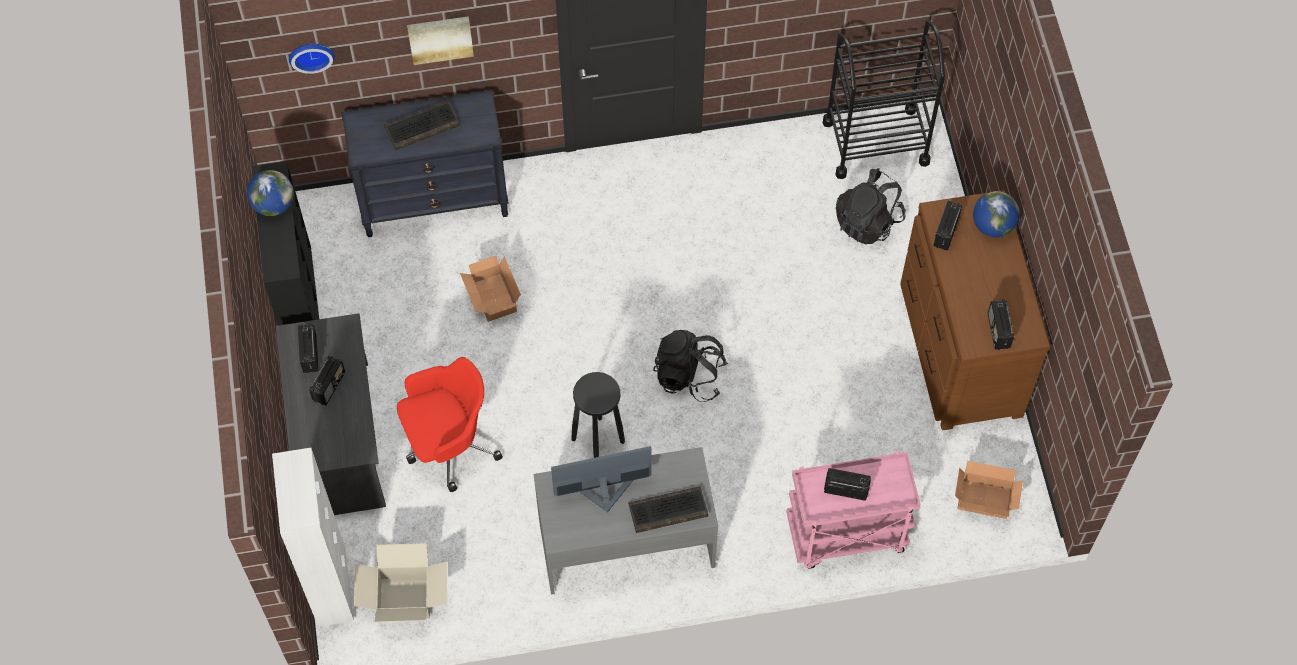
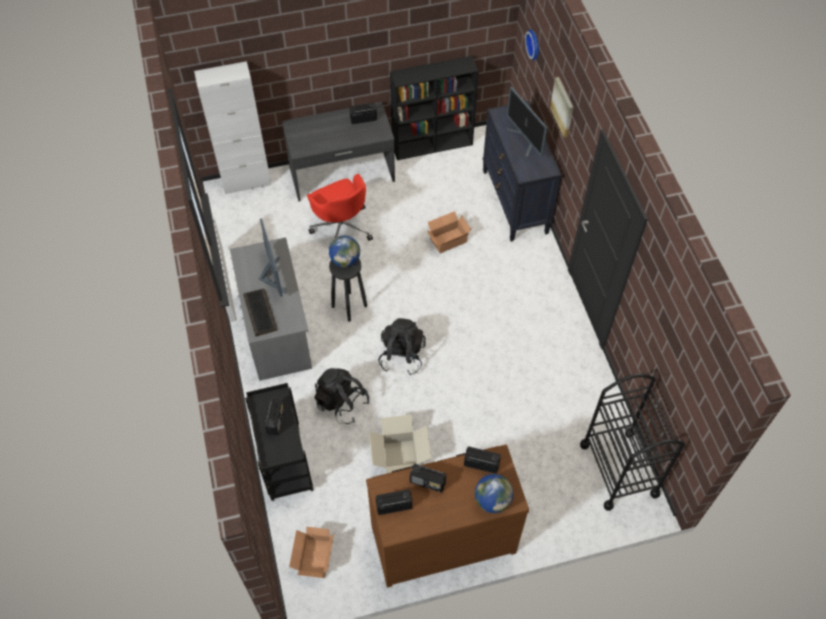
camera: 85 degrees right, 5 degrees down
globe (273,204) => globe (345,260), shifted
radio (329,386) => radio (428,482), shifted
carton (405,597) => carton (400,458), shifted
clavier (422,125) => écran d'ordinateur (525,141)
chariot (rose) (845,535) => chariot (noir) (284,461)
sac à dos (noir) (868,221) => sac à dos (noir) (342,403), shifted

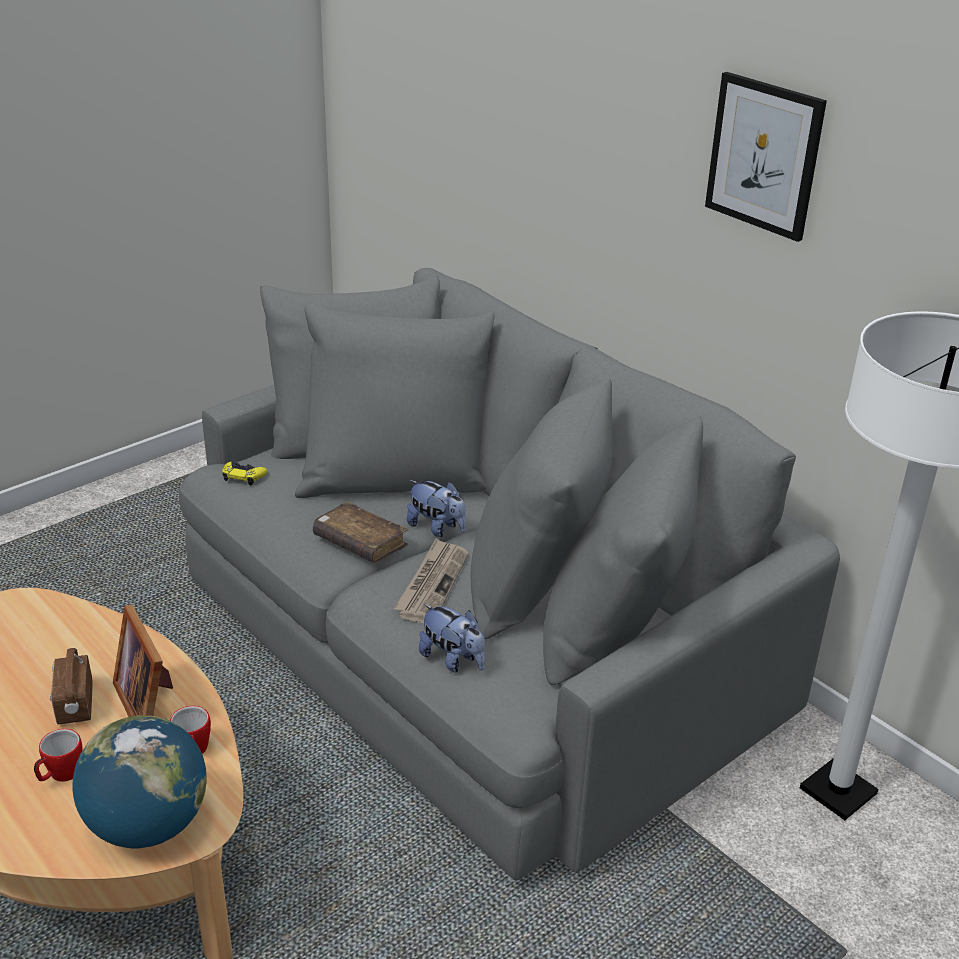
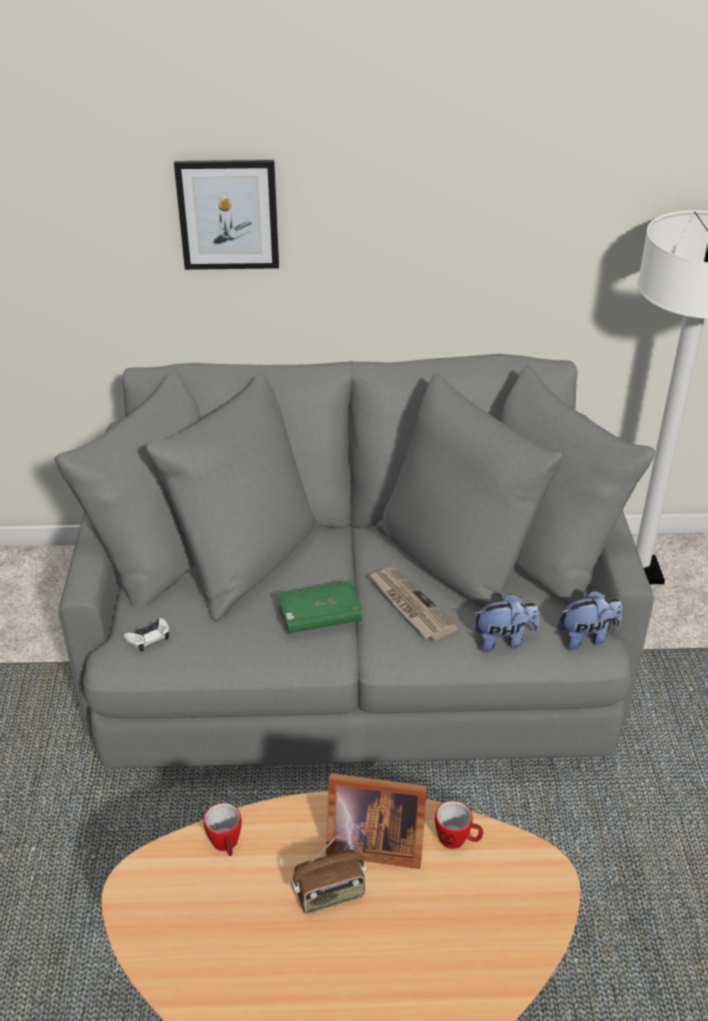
camera: 50 degrees left, 5 degrees up
mug (60,775) => mug (226,845), shifted
radio (74,705) => radio (330,895), 45 degrees counterclockwise
globe (148,825) => nothing
manette (jaune) (243,476) => manette (blanc) (148,637)
livre (marron) (360,543) => livre (vert) (319,616)
peluche (437,528) => peluche (586,637), shifted
tableau (764,155) => tableau (228,215), shifted

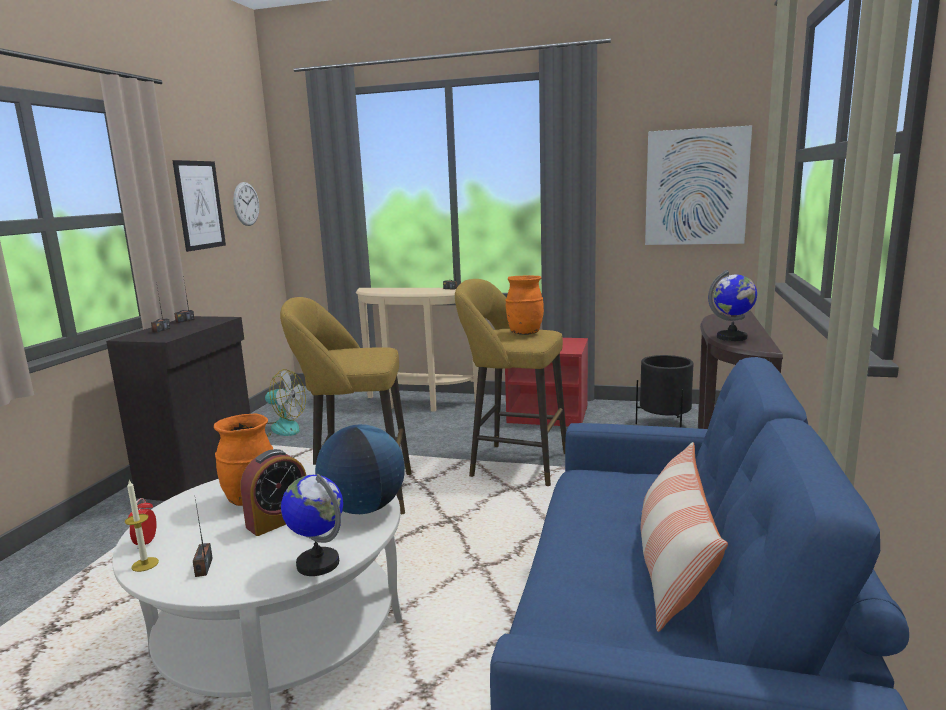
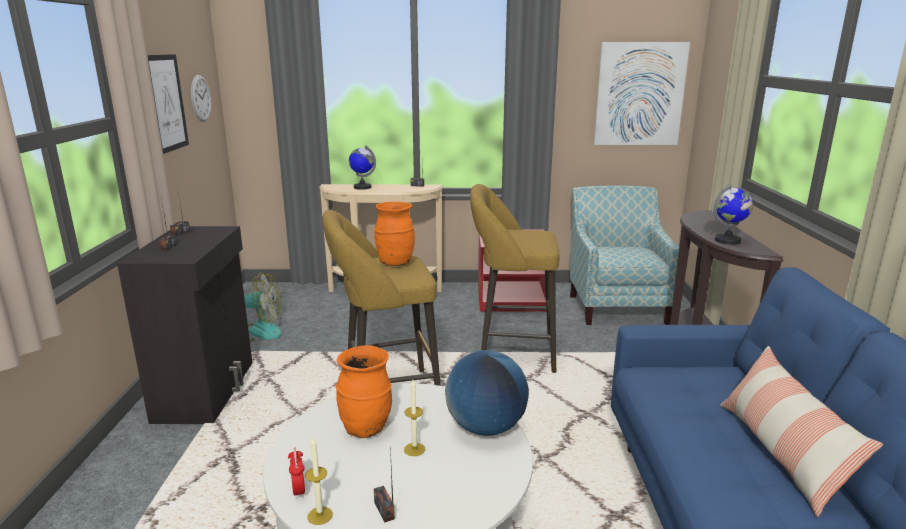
camera: 15 degrees left, 5 degrees up
réveil (278,520) => bougie (414,449)
globe (318,563) => globe (362,187), shifted
vase (orange) (524,333) => vase (orange) (395,263), shifted
cache-pot (noir) (664,425) => fauteuil (615,305)

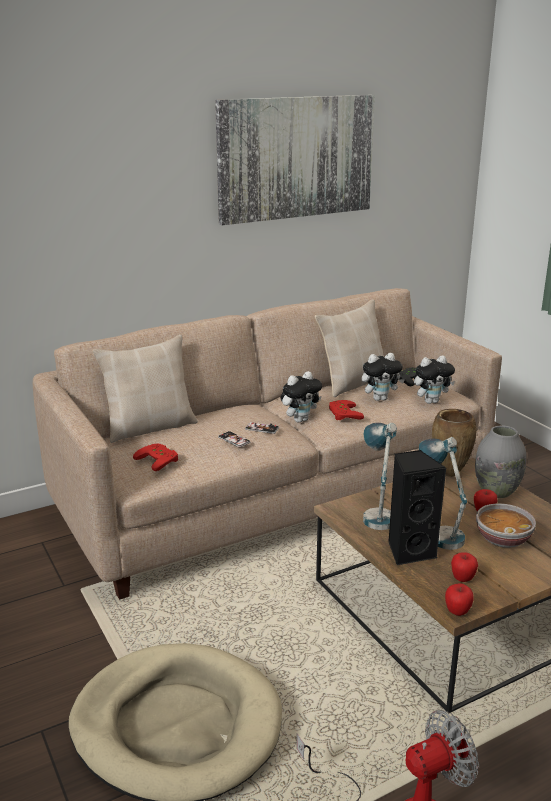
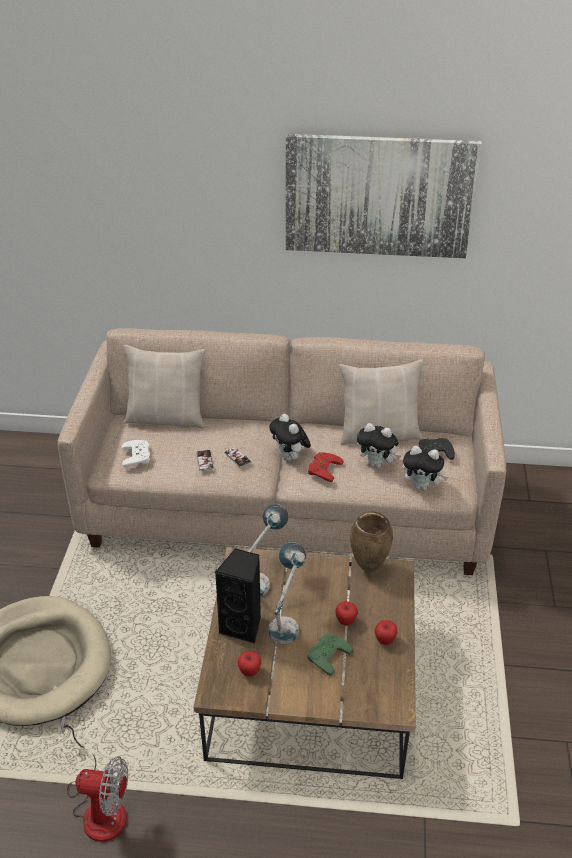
camera: 35 degrees right, 15 degrees up
manette (rouge) (159,459) => manette (blanc) (138,455)
peluche (300,419) => peluche (290,457), 60 degrees clockwise
pomme (457,612) => pomme (385,640), shifted
vase (gris) (496,491) => nothing
bol (502,539) => manette (vert) (326,654)

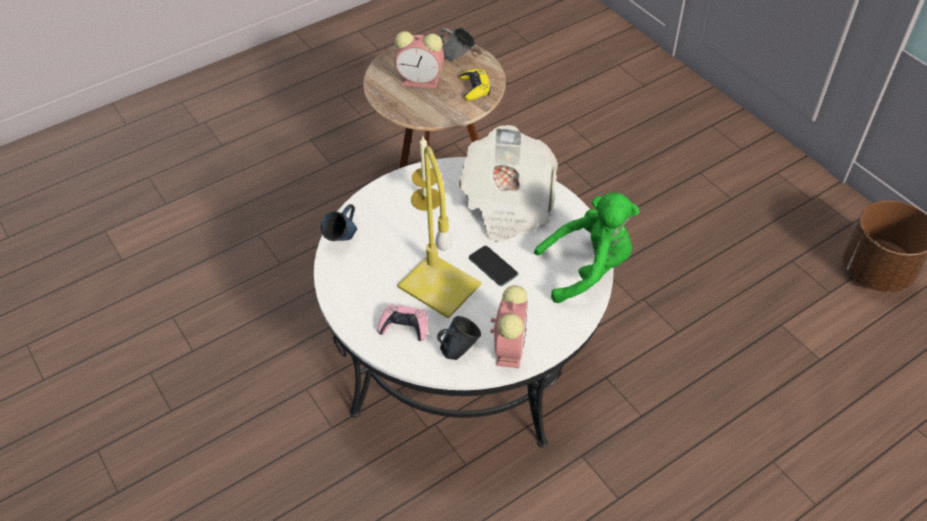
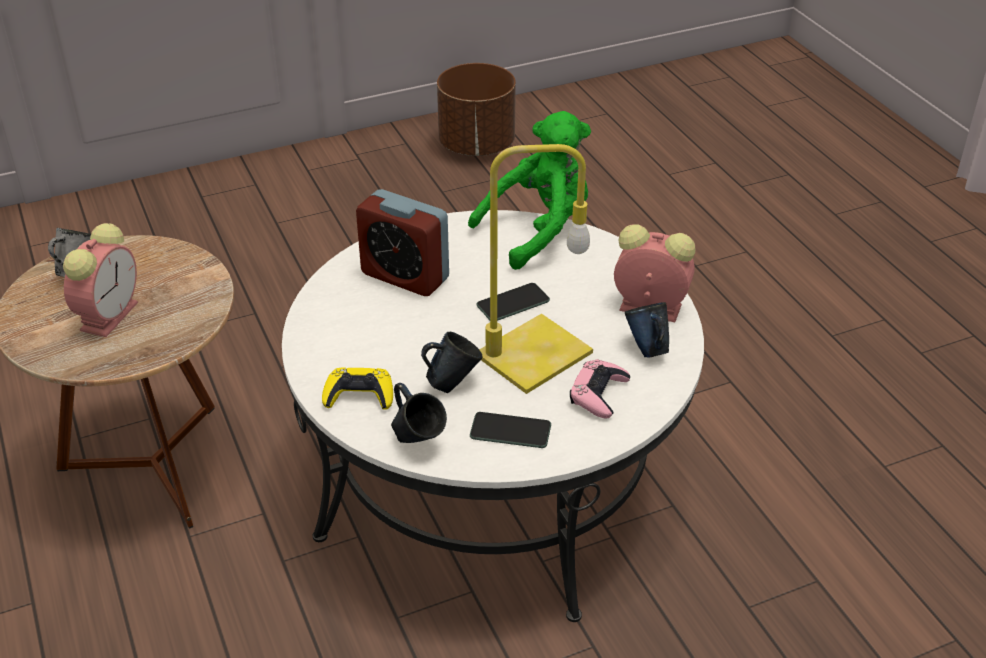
camera: 80 degrees left, 10 degrees down
bougie (426,199) => nothing
journal (507,204) => réveil (405,276)
manette (jaune) (475,88) => manette (jaune) (359,395), shifted
peluche (vert) (588,269) => peluche (vert) (538,230), 60 degrees clockwise
nothing => mug (bleu) (452,383)
nothing => téléphone (510,431)

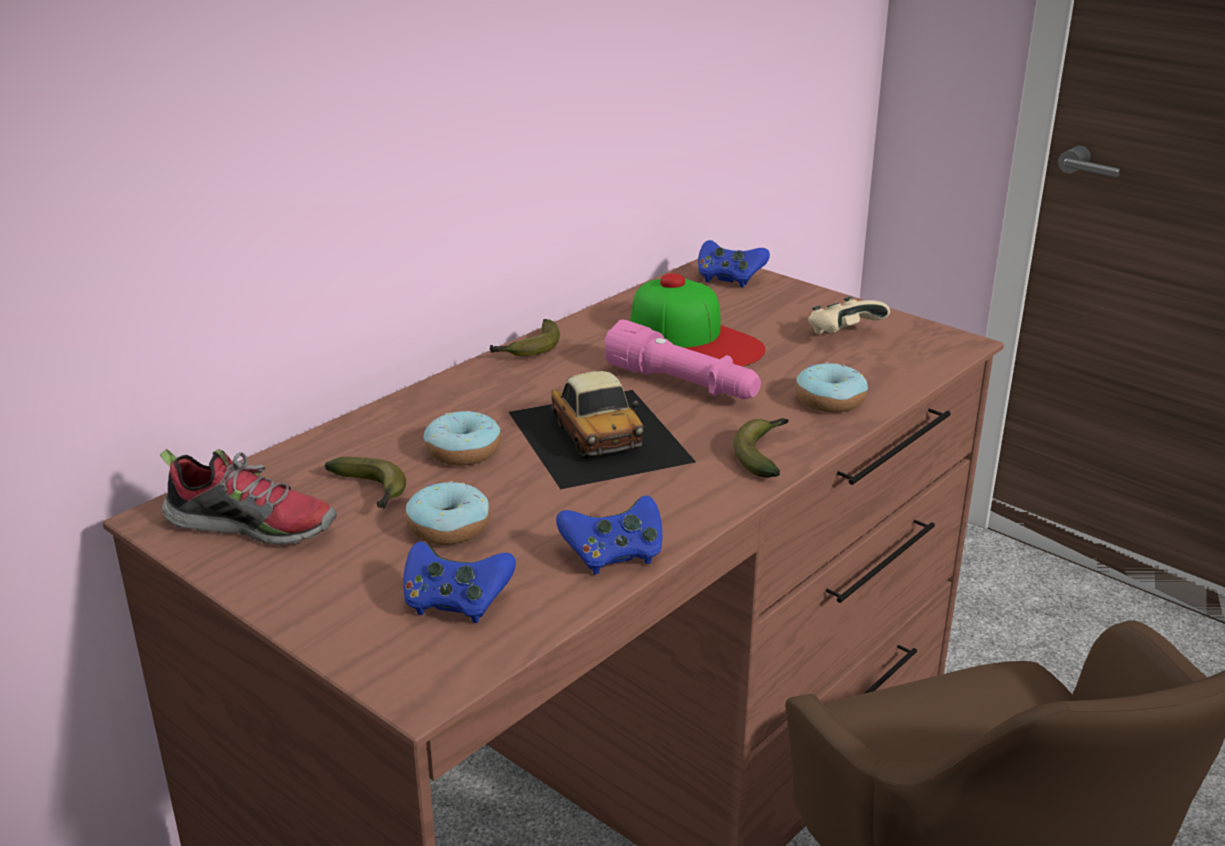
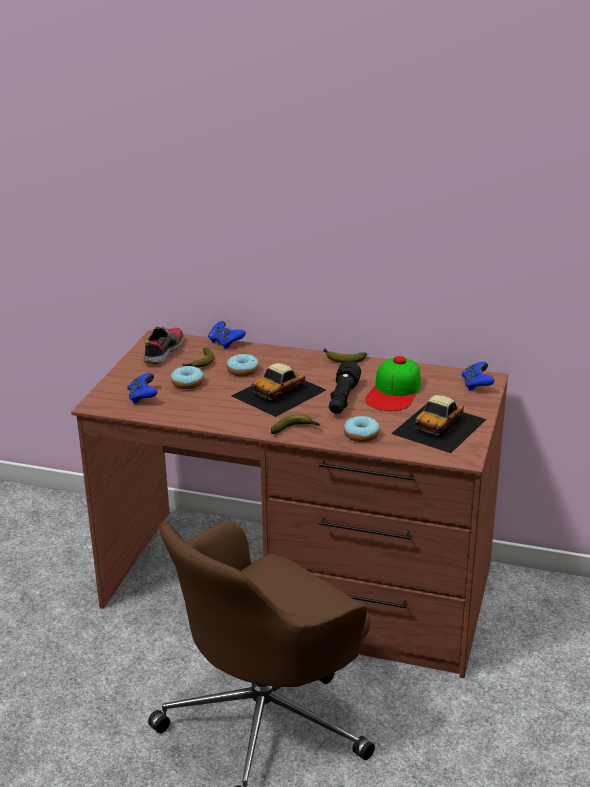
camera: 65 degrees right, 0 degrees up
chaussure (253,526) => chaussure (163,352), 150 degrees counterclockwise
manette (bleu) (613,556) => manette (bleu) (225,343), shifted
lampe de poche (rose) (683,385) => lampe de poche (noir) (342,399)
manette (beige) (843,334) => petite voiture (440,426)

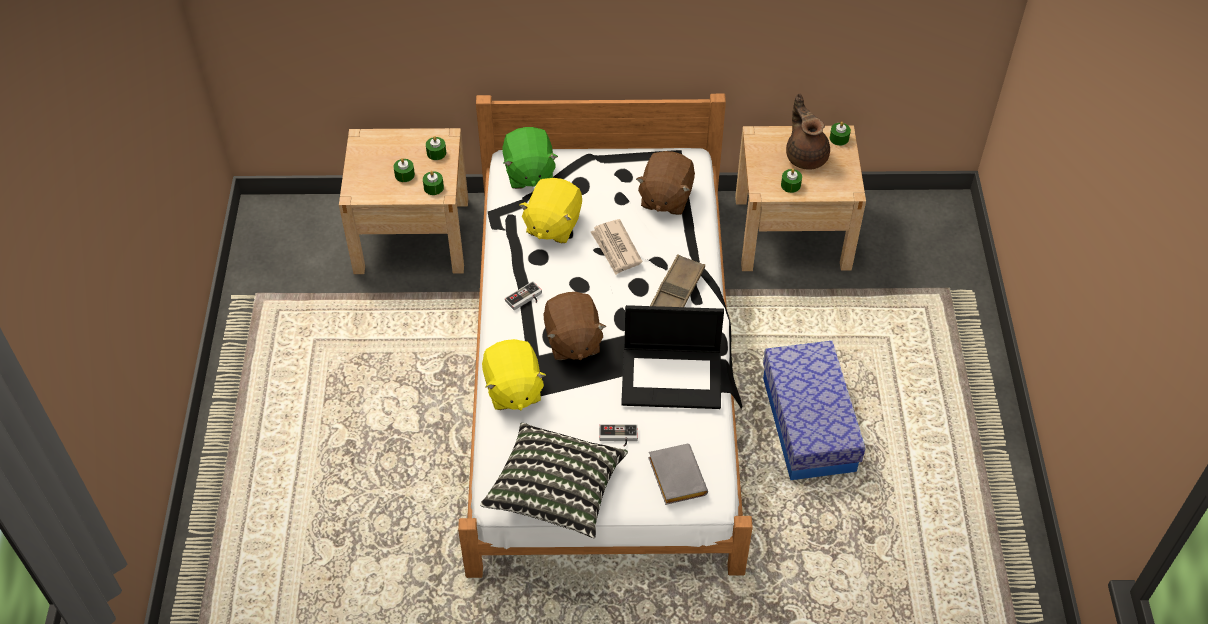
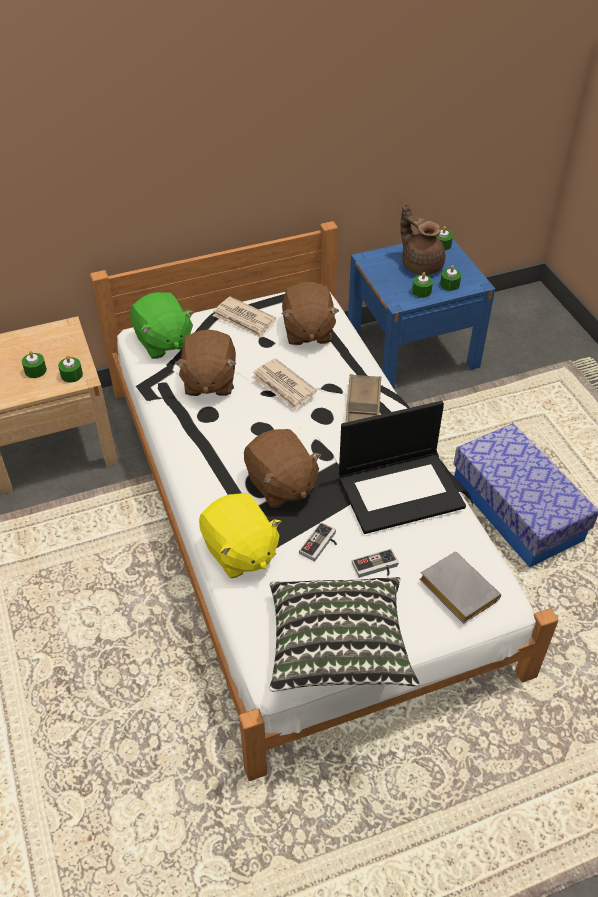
camera: 20 degrees left, 5 degrees down
bougie (vert) (436,153) => bougie (vert) (449,284), shifted
manette (525,299) => manette (321,545), shifted
peluche (jaune) (552,225) => peluche (marron) (208,381)
table de chevet (beige) (792,232) => table de chevet (bleu) (412,350)
nothing => journal (244,319)

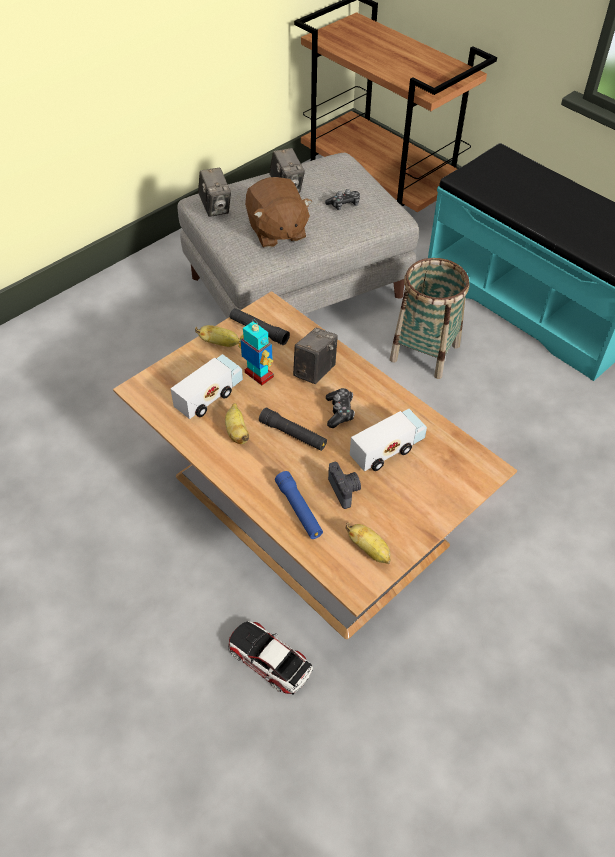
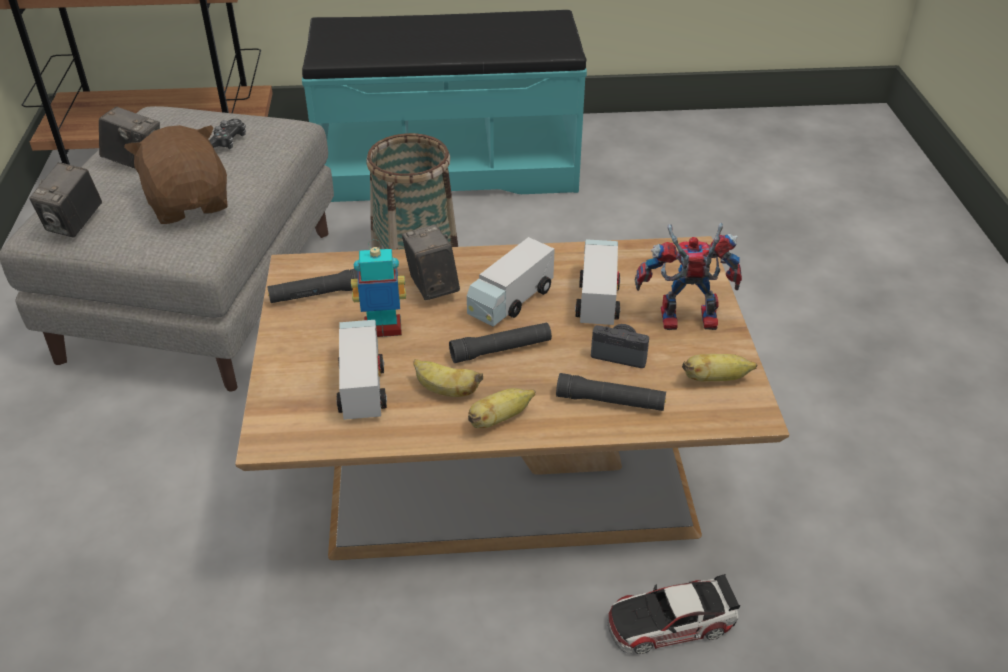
camera: 50 degrees left, 10 degrees down
banane (220,343) => banane (499,419), shifted
appareil photo (215,207) => appareil photo (75,224), 90 degrees clockwise
peluche (marron) (276,232) => peluche (marron) (189,203), 135 degrees counterclockwise
lampe de poche (bleu) (299,510) => lampe de poche (noir) (610,401)
manette (339,412) => camion jouet (510,301)
nothing => robot jouet (683,322)

